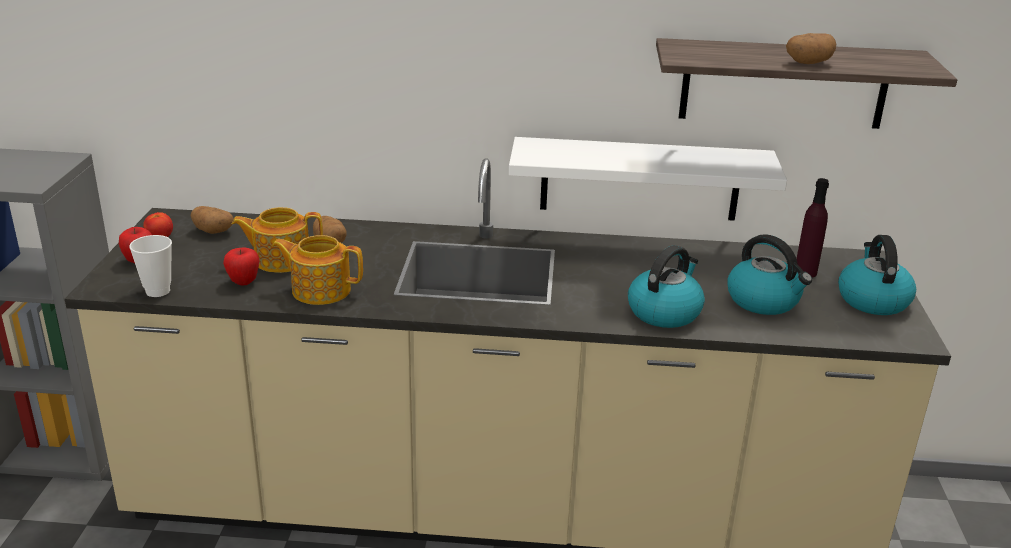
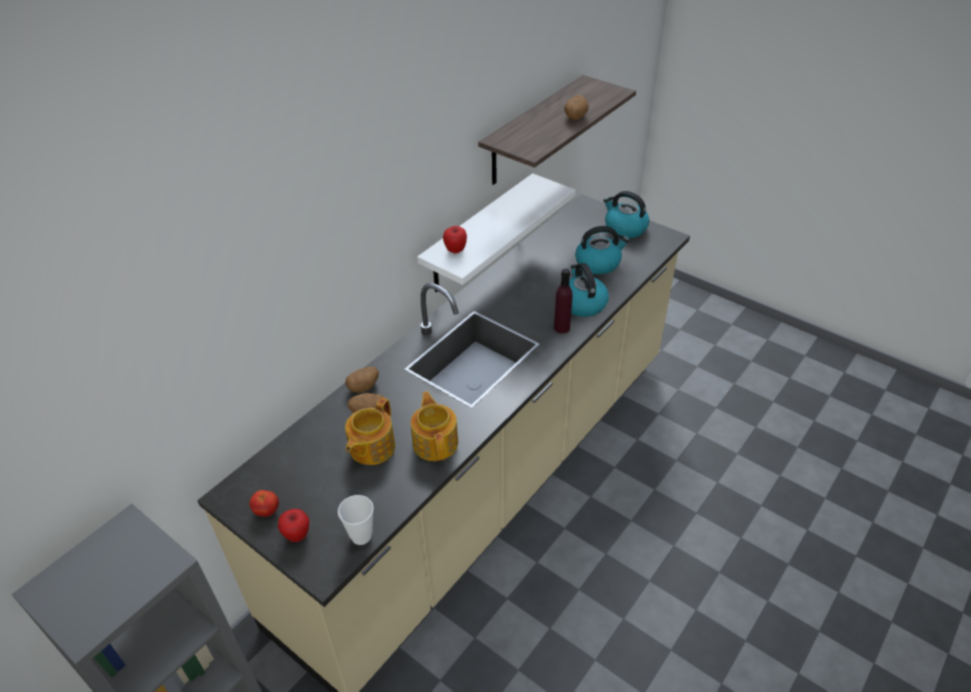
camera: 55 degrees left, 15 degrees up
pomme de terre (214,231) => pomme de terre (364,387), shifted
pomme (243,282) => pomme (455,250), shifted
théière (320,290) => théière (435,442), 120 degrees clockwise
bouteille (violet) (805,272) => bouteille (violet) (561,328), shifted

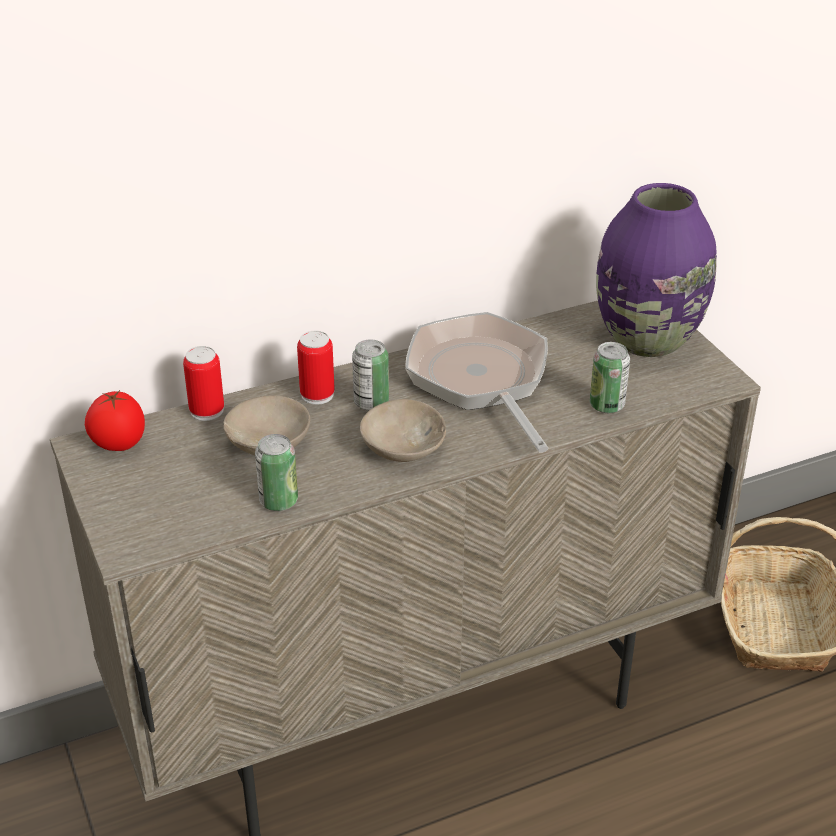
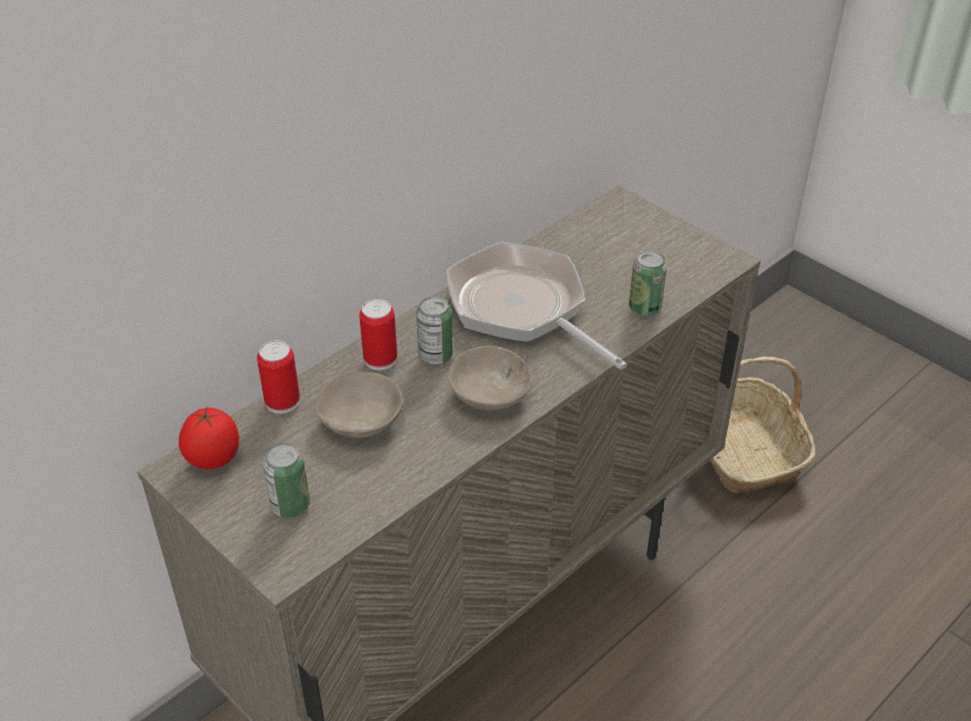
camera: 20 degrees left, 5 degrees up
boîte métallique (278,501) => boîte métallique (290,505), shifted
vase (violet) (646,340) => nothing

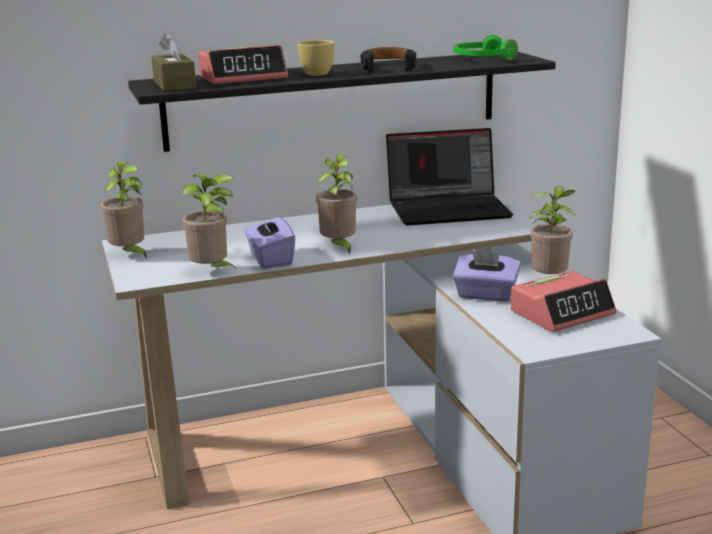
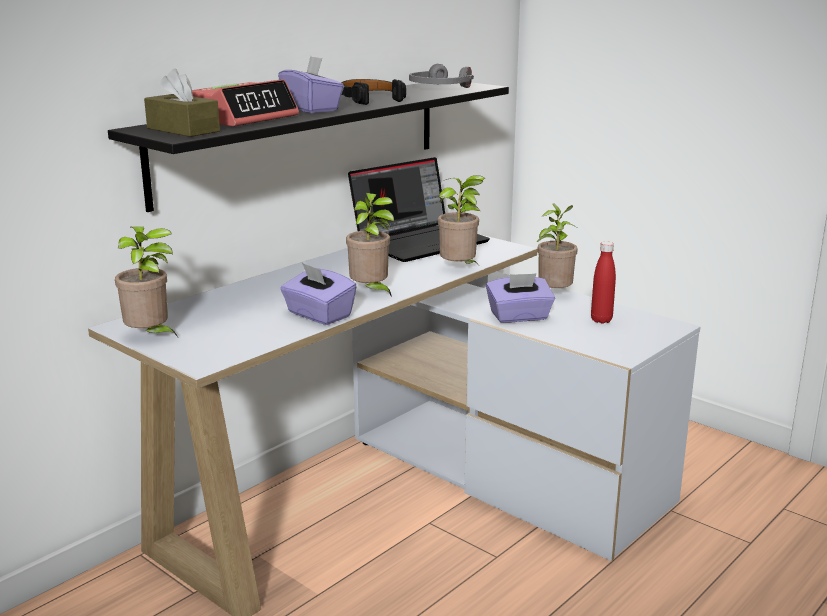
camera: 30 degrees left, 0 degrees up
plante en pot (212,272) => plante en pot (460,270), shifted
tasse (jaune) (316,73) => boîte à mouchoirs (violet) (312,109)
casque audio (vert) (483,59) => casque audio (gris) (439,88)
réveil (562,313) => bouteille (rouge) (601,320)

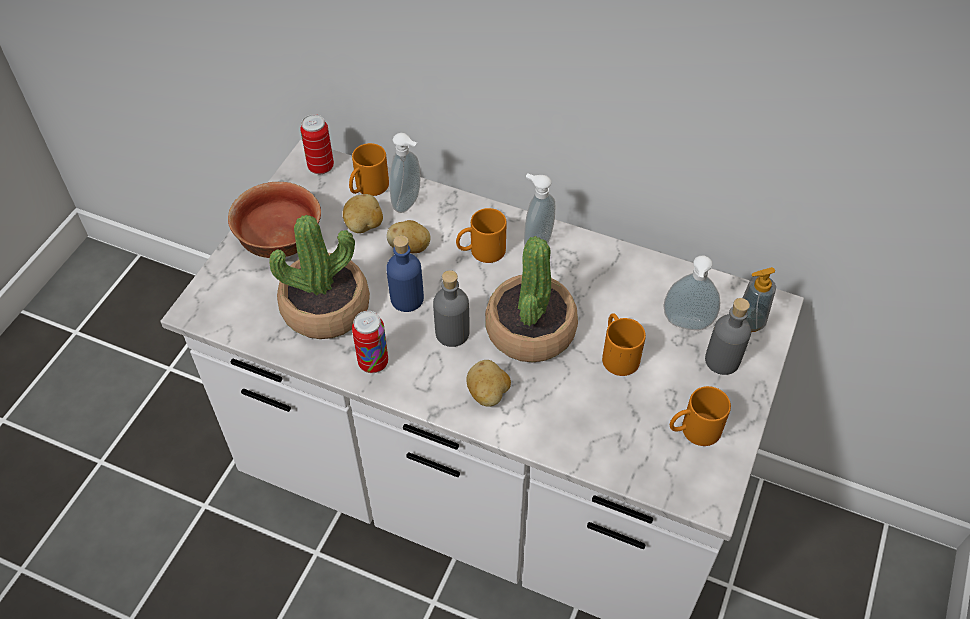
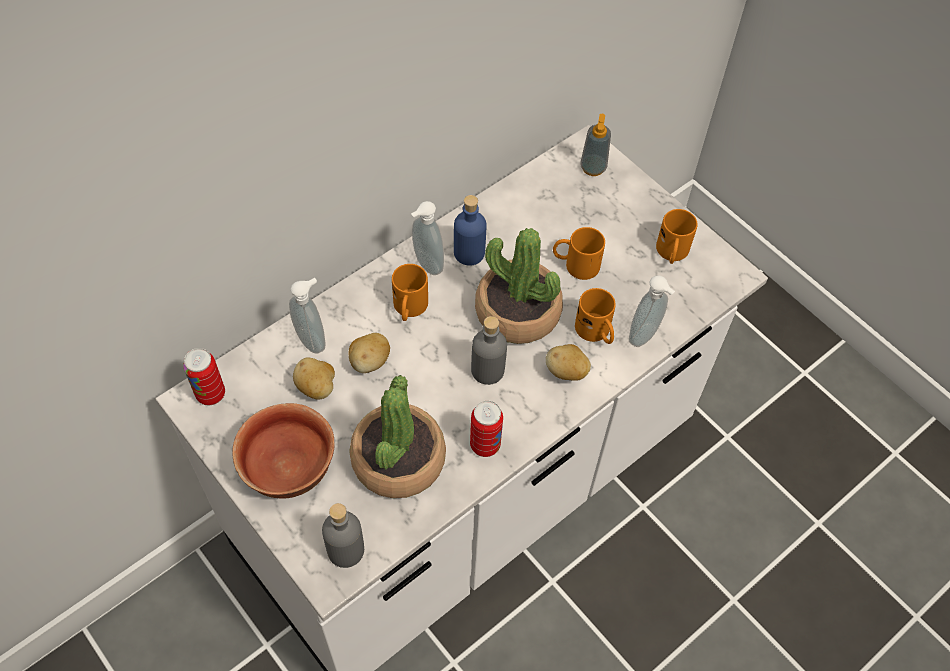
camera: 65 degrees left, 5 degrees up
mug (orange) (368,188) => mug (orange) (596,332), shifted
bouteille (bleu) (407,299) => bouteille (bleu) (469,253), shifted
distributeur de savon (686,325) => distributeur de savon (645,336), shifted
bouteille (gris) (722,360) => bouteille (gris) (346,550), shifted

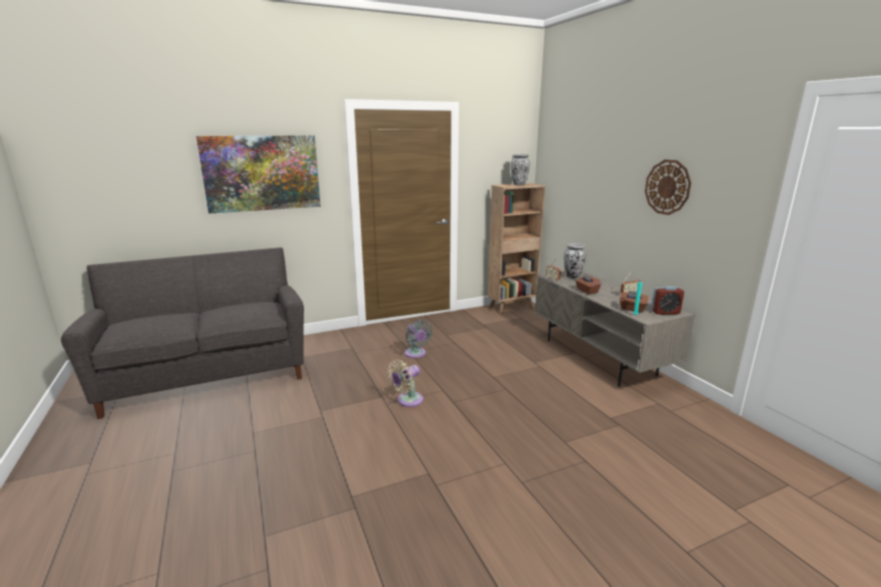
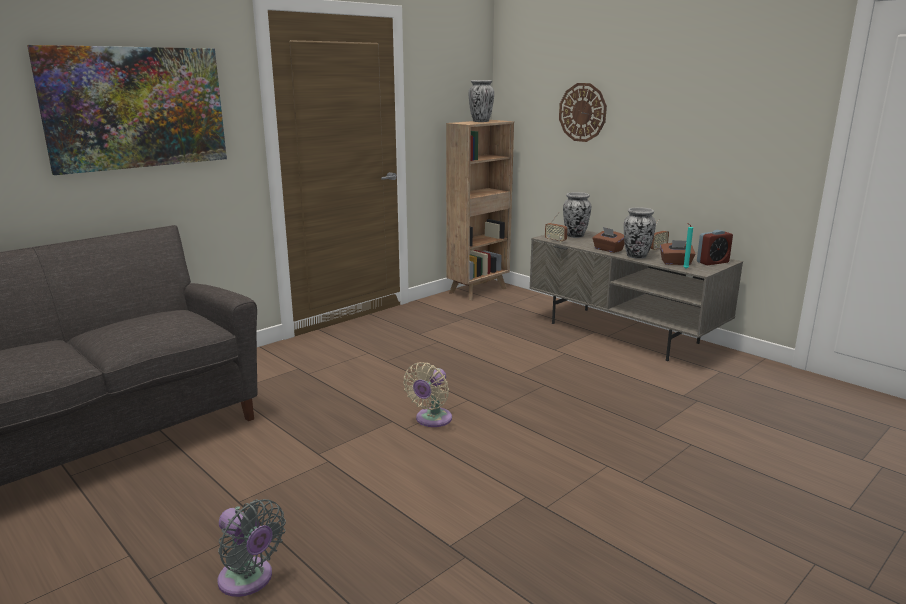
camera: 20 degrees left, 0 degrees up
ventilateur (gris) (416,354) => ventilateur (gris) (249,580), shifted
horloge murale (667,187) => horloge murale (582,112), shifted
nothing => vase (636,256)

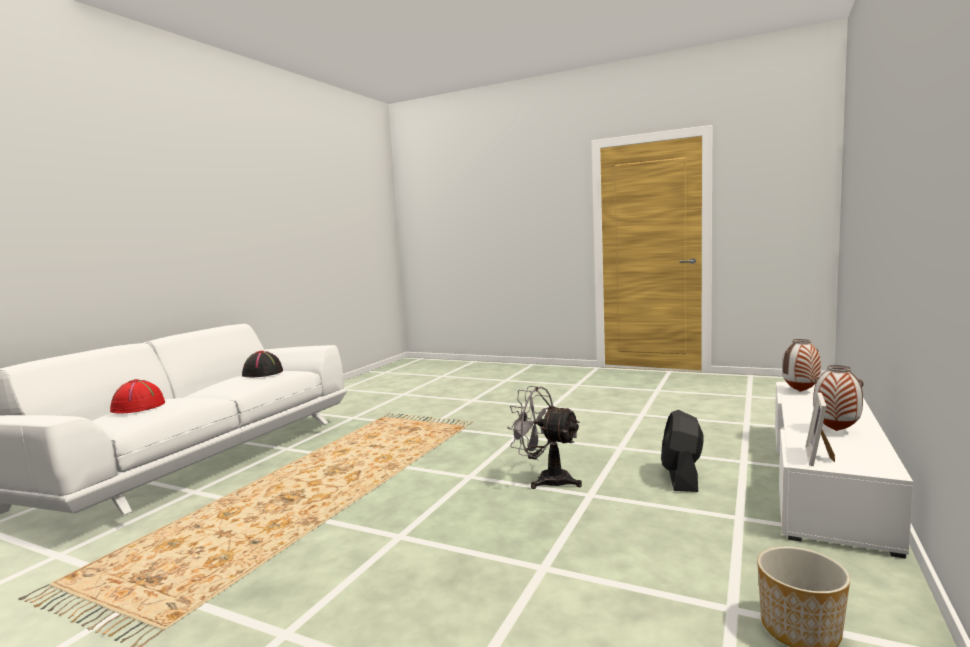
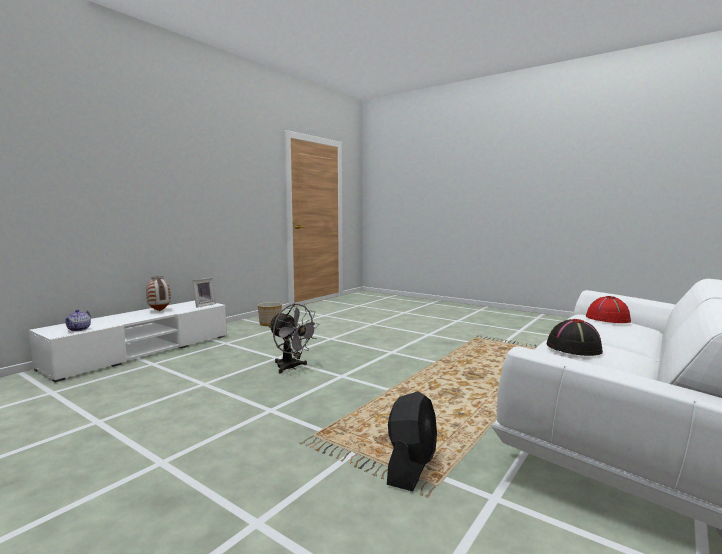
camera: 170 degrees left, 0 degrees up
ventilateur (noir) (681,477) => ventilateur (noir) (411,467), shifted
vase (800,391) => théière (79,329)

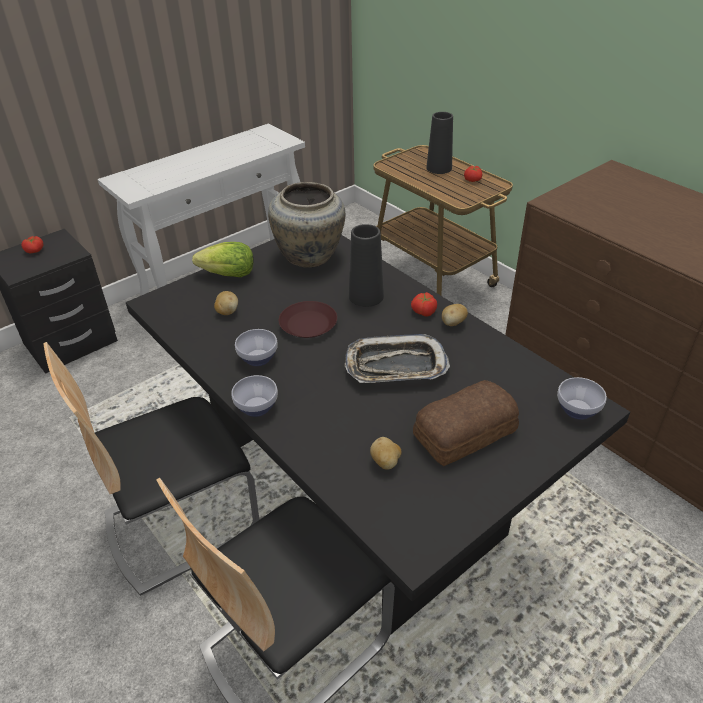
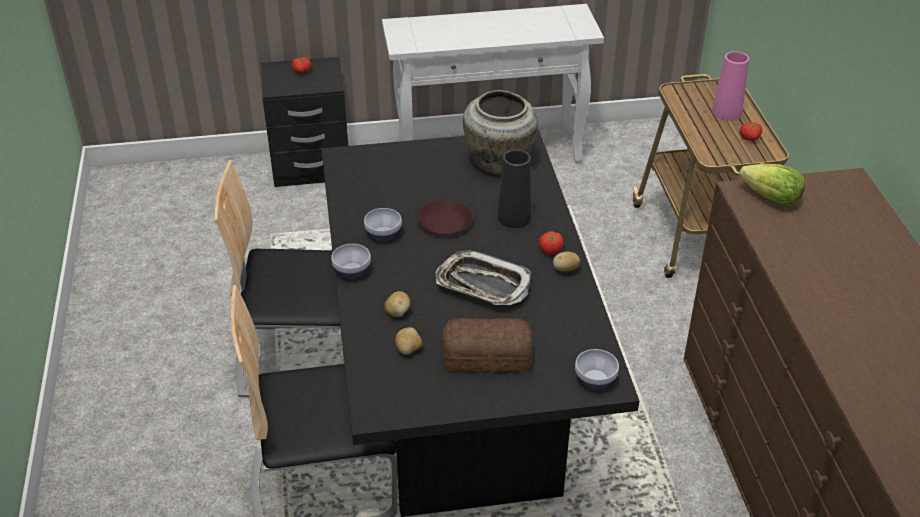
camera: 30 degrees right, 0 degrees up
laitue (229,275) => laitue (771,199), shifted
pomme de terre (227,312) => pomme de terre (397,312), shifted
vase (noir) (439,168) => vase (rose) (727,112)

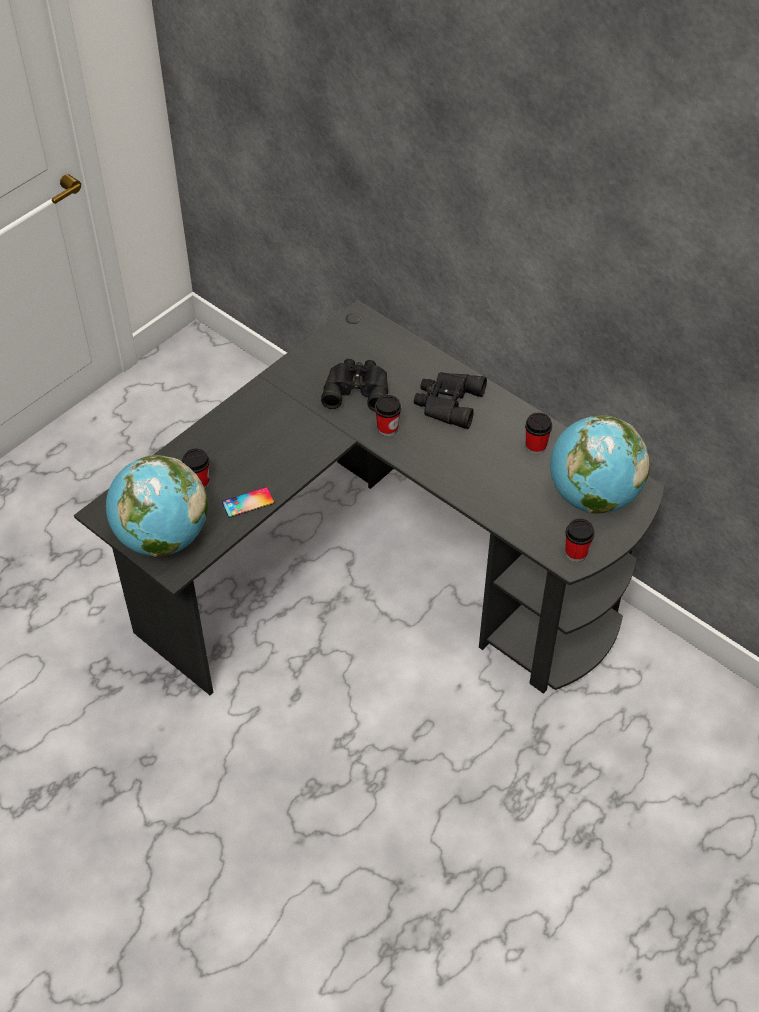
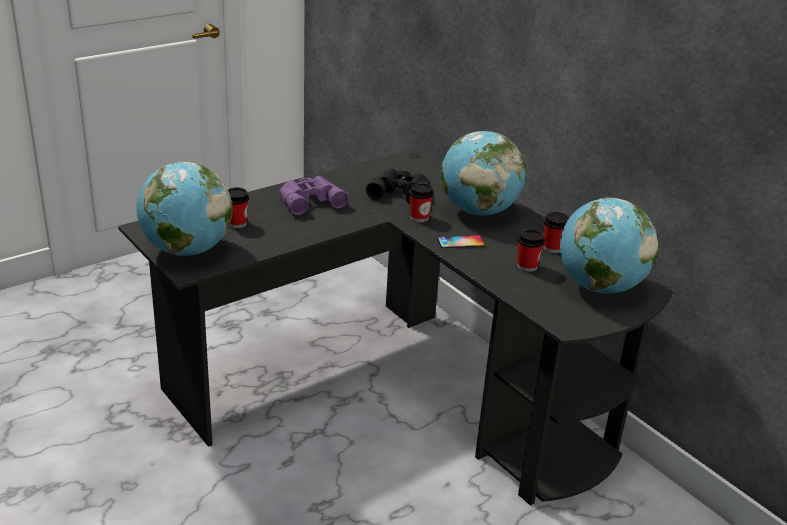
camera: 10 degrees right, 20 degrees down
téléphone (248,502) => téléphone (460,242), shifted
jumelles (noir) (447,403) => globe (478,211)
tasse (576,553) => tasse (527,266), shifted
nothing => jumelles (violet) (308,200)

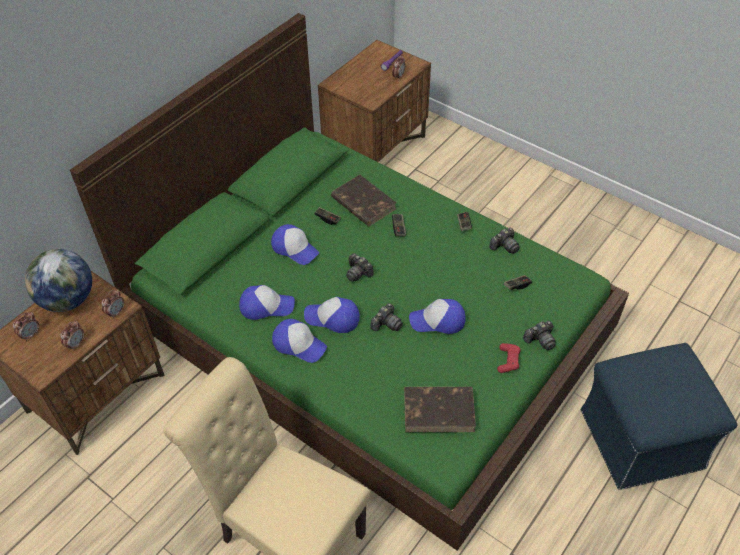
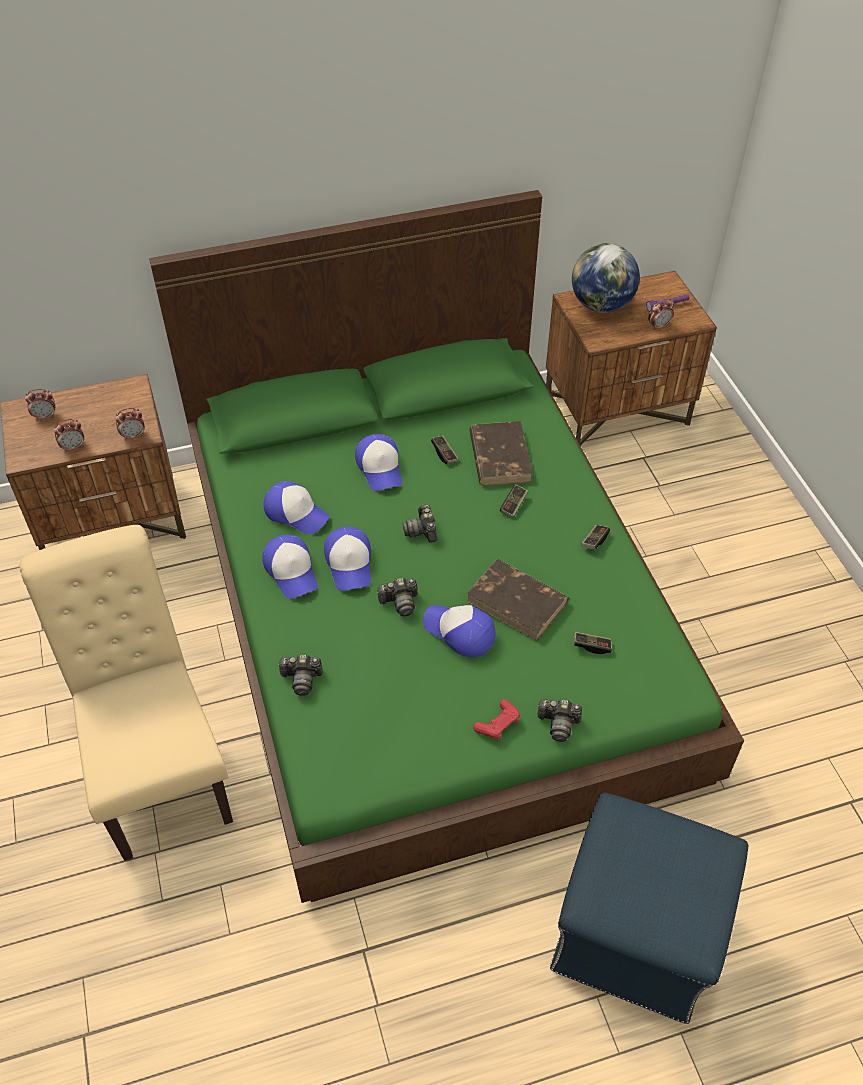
camera: 35 degrees right, 0 degrees up
globe (68,300) => globe (601,305), shifted
casquette (332,318) => casquette (350,564), 150 degrees counterclockwise
livre (marron) (439,411) => livre (marron) (518,602), shifted
appareil photo (504,246) => appareil photo (302,679), shifted

